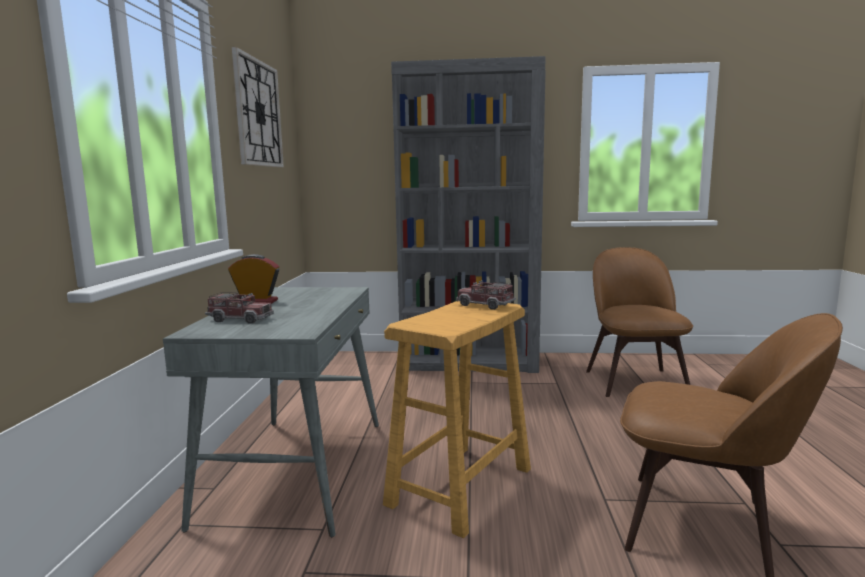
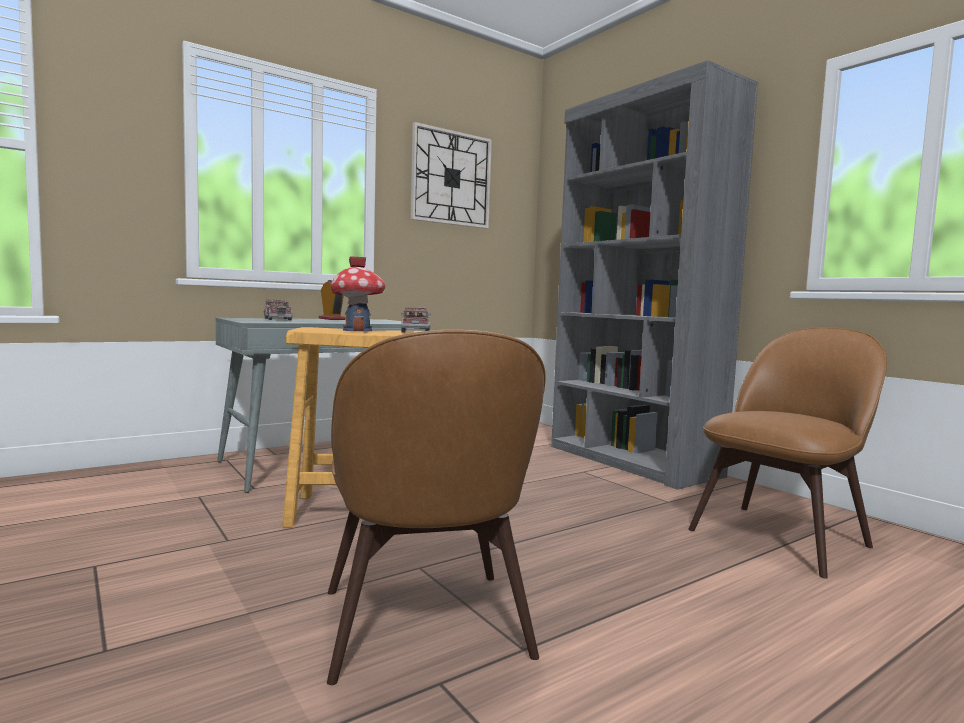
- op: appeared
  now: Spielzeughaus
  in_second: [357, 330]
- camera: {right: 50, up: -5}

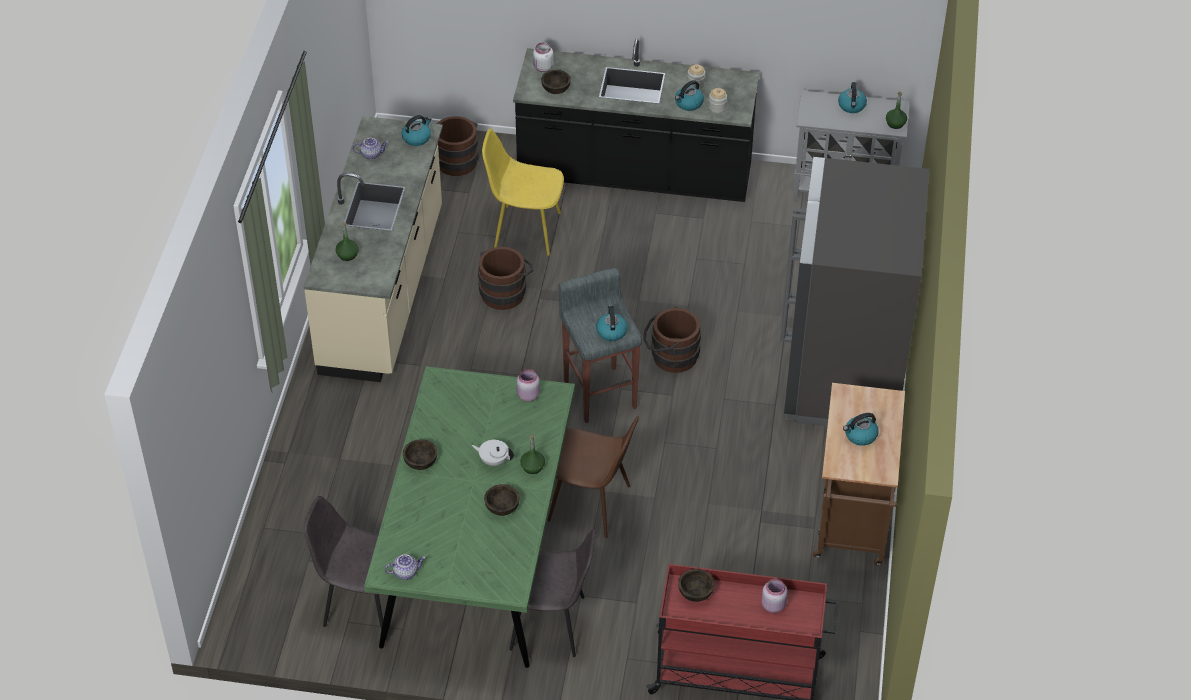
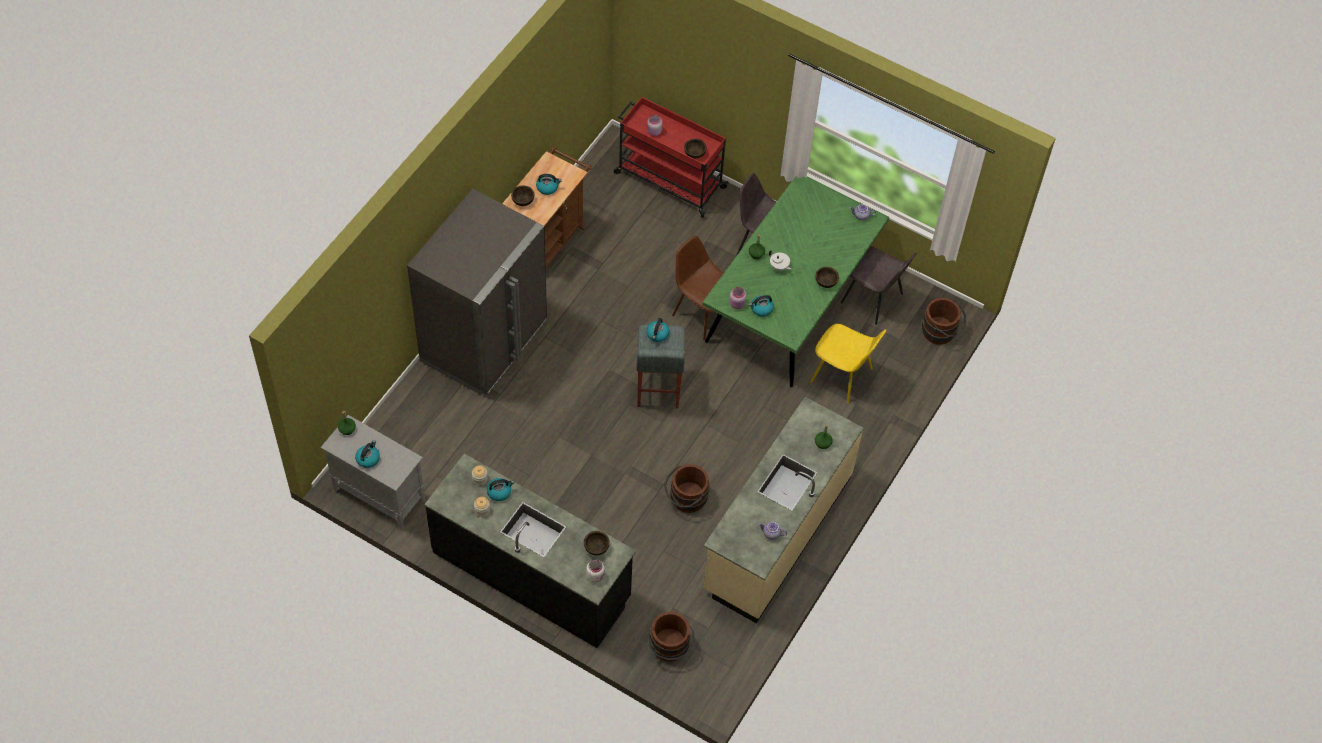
- op: relocated
  was: Schüssel (braun)
  in_first: [502, 507]
  in_second: [522, 201]
- op: relocated
  was: Wasserkessel
  in_first: [417, 138]
  in_second: [761, 309]
- op: relocated
  was: Stuhl (gelb)
  in_first: [525, 230]
  in_second: [843, 376]
- op: relocated
  was: Eimer (braun)
  in_first: [670, 356]
  in_second: [941, 332]
- camera: {right: -160, up: 10}

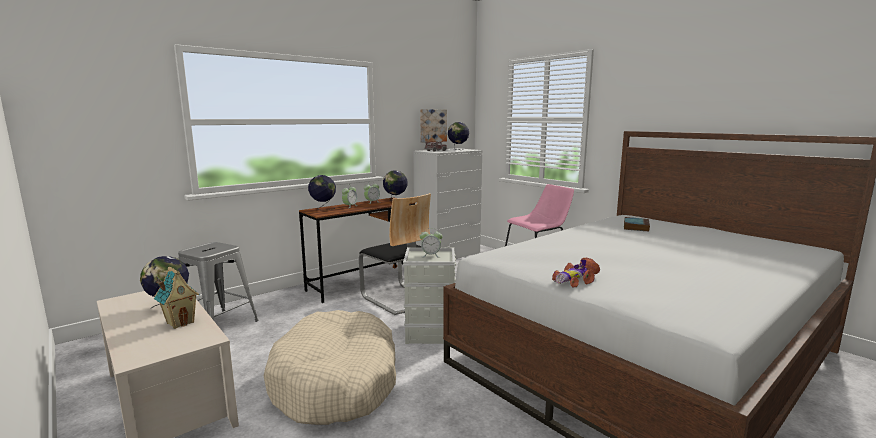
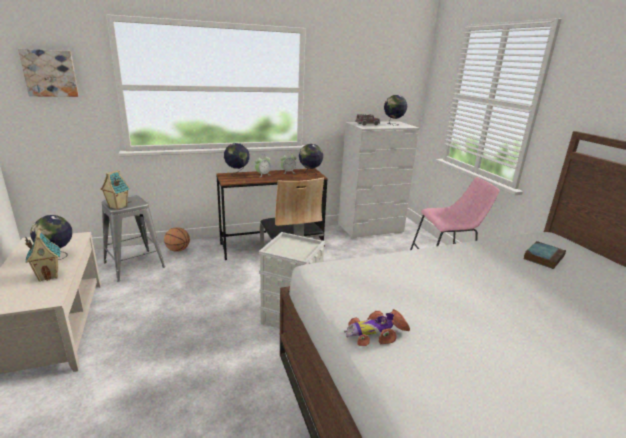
- op: relocated
  was: Bild
  in_first: [432, 125]
  in_second: [50, 73]
- op: appeared
  now: Spielzeughaus
  in_second: [117, 206]
- op: appeared
  now: Basketball
  in_second: [178, 250]
- op: missing
  was: Hundebett (beige)
  in_first: [336, 382]
- op: missing
  was: Wecker
  in_first: [431, 255]
- camera: {right: 20, up: 10}

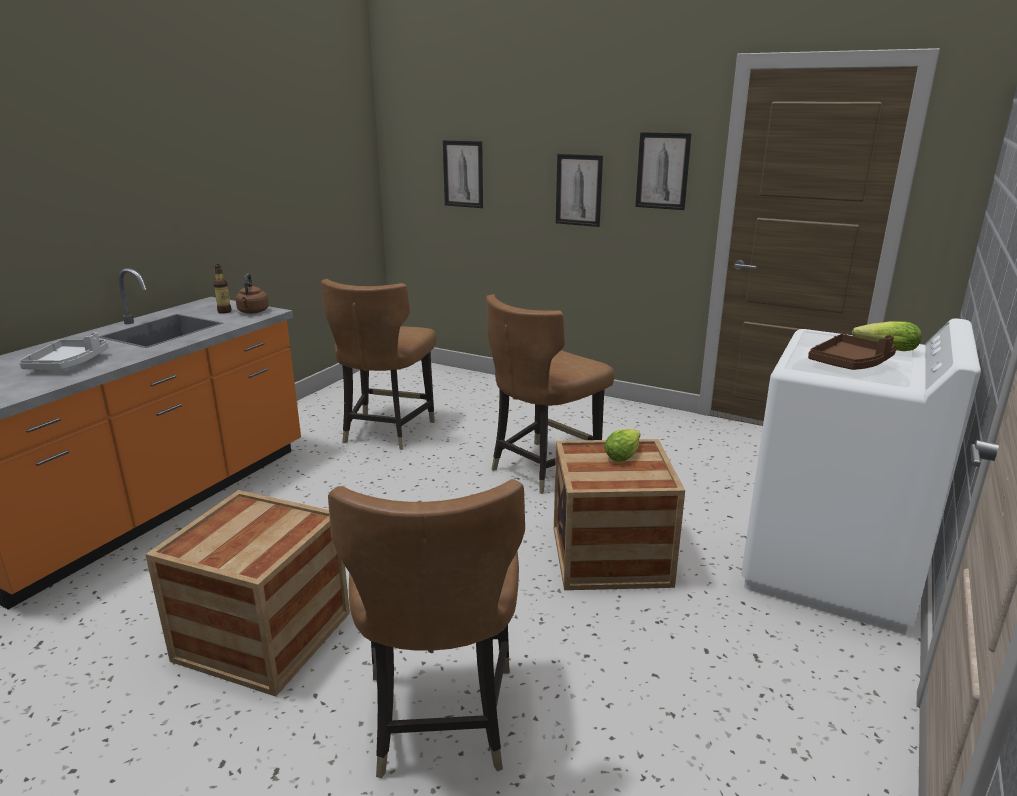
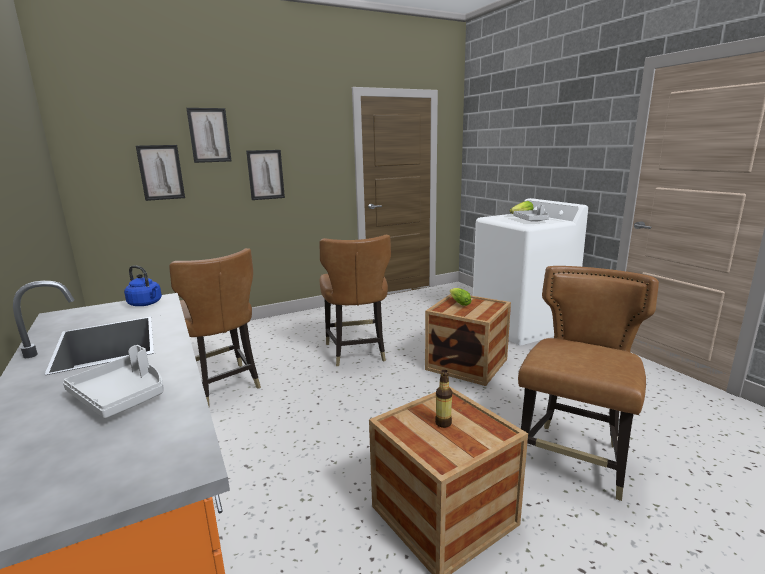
- op: colour
  was: Wasserkessel (braun)
  now: Wasserkessel (blau)
  in_first: [253, 312]
  in_second: [146, 304]
- op: relocated
  was: Bild
  in_first: [662, 171]
  in_second: [209, 135]
- op: relocated
  was: Flasche
  in_first: [224, 311]
  in_second: [443, 423]
- op: colour
  was: Tablett (braun)
  now: Tablett (grau)
  in_first: [850, 363]
  in_second: [532, 220]
- op: spun
  was: Stuhl (braun)
  in_first: [440, 718]
  in_second: [573, 459]
  clockwise: -90
- camera: {right: -55, up: -5}

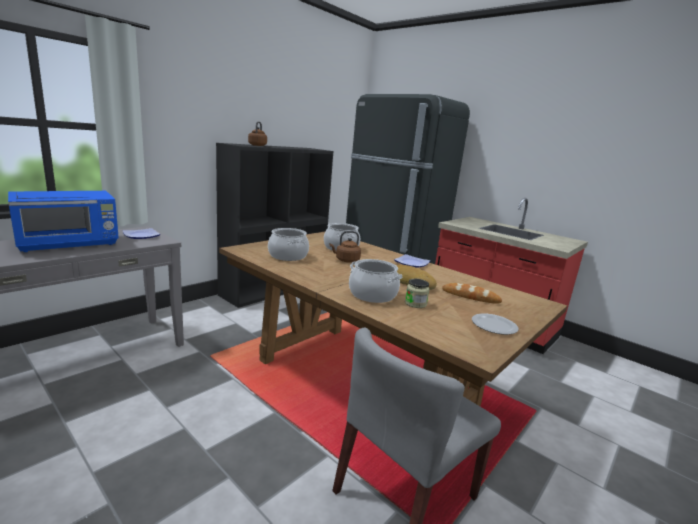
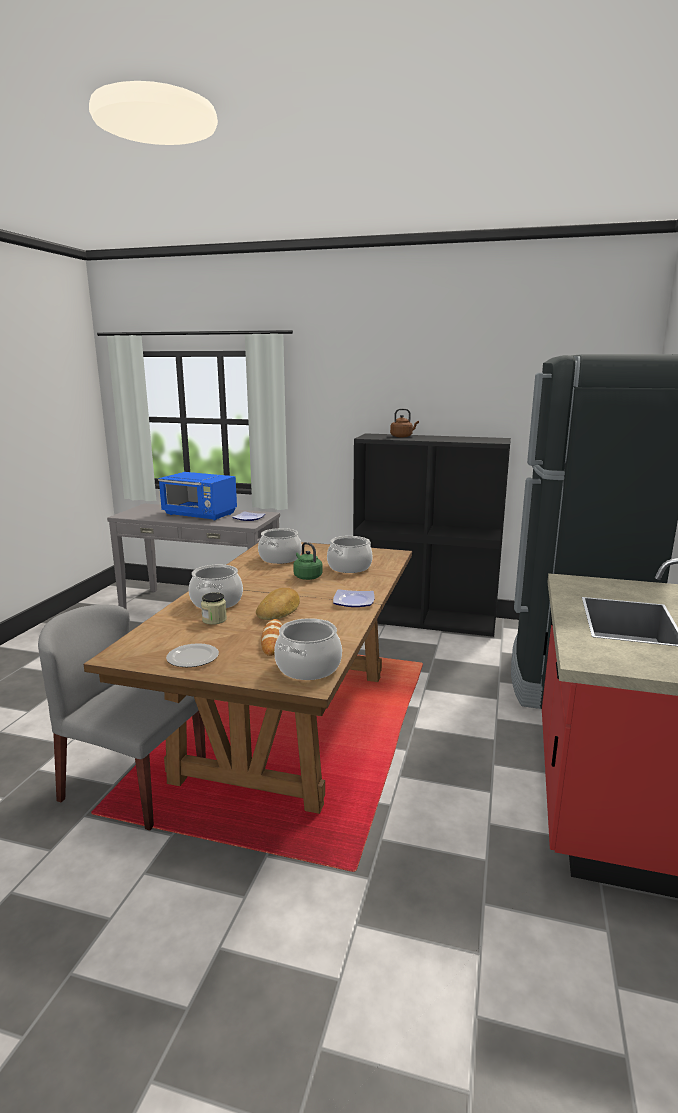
- op: appeared
  now: Kochtopf
  in_second: [308, 667]
- op: colour
  was: Wasserkessel (braun)
  now: Wasserkessel (grün)
  in_first: [346, 260]
  in_second: [307, 576]
- camera: {right: 65, up: 0}

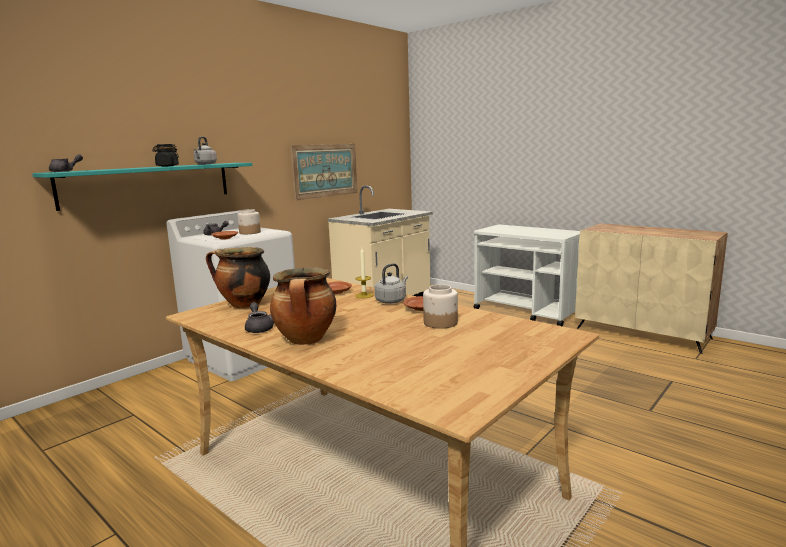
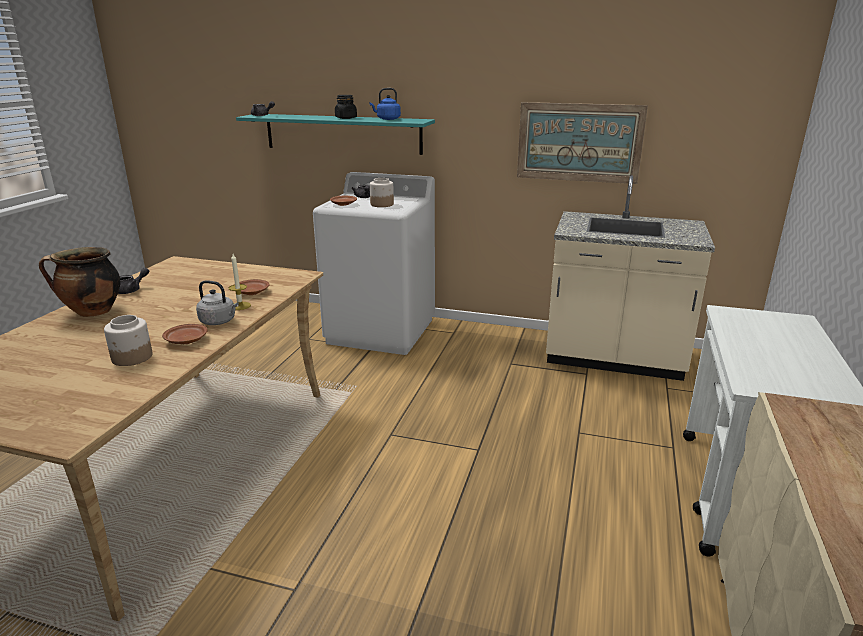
- op: colour
  was: Wasserkessel (grau)
  now: Wasserkessel (blau)
  in_first: [205, 164]
  in_second: [387, 119]
- op: missing
  was: Kochtopf
  in_first: [243, 305]
- camera: {right: 65, up: 10}

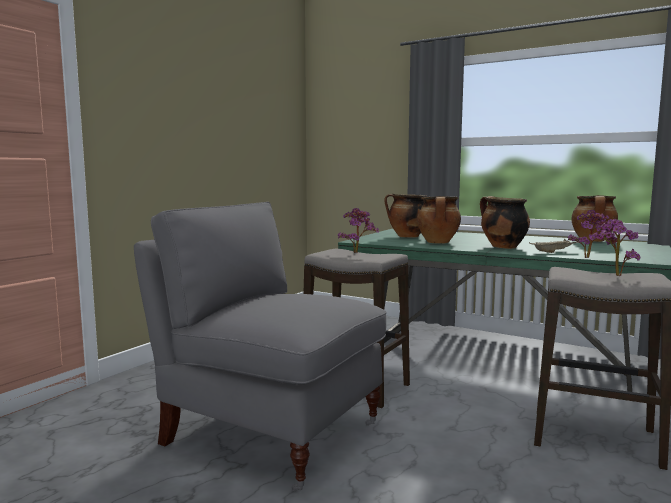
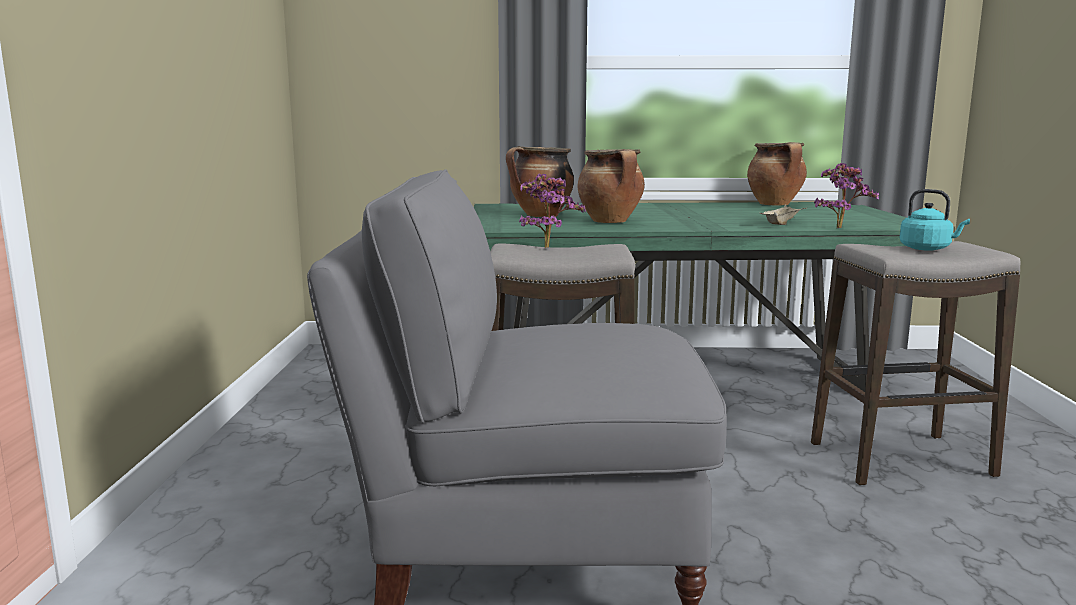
- op: exchanged
  was: Topfpflanze
  now: Wasserkessel (türkis)
  in_first: [613, 275]
  in_second: [927, 248]
- op: missing
  was: Kochtopf
  in_first: [502, 247]
- camera: {right: -30, up: 5}

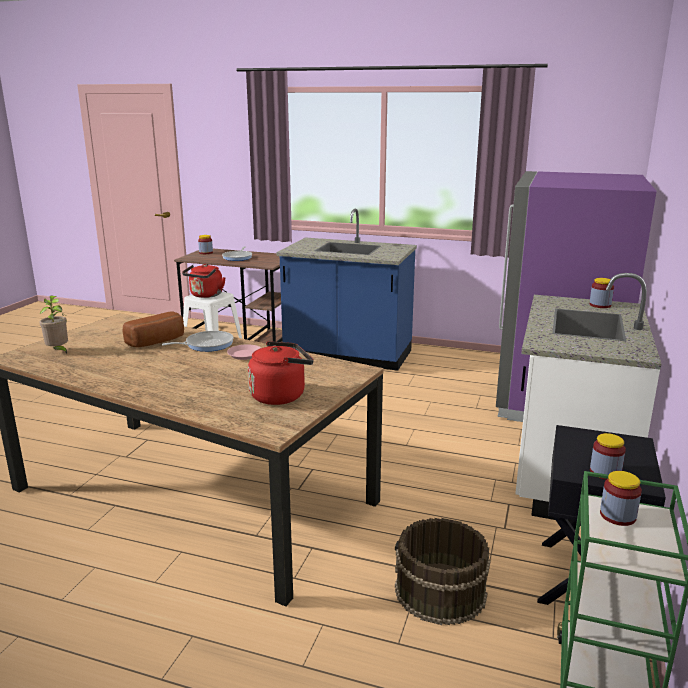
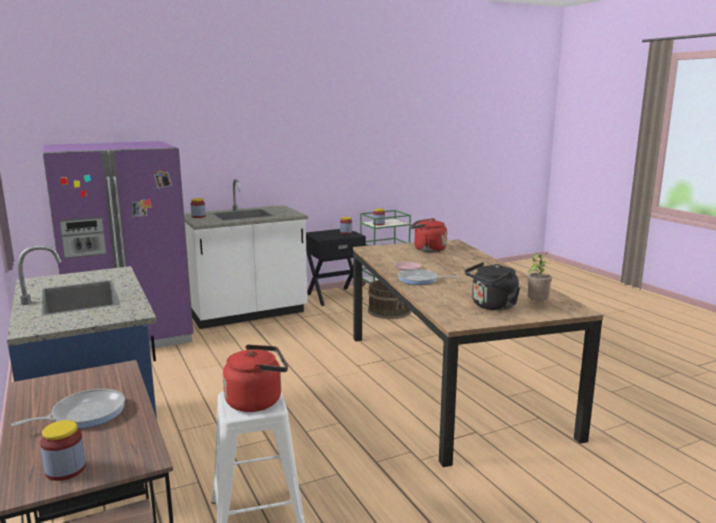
- op: appeared
  now: Wasserkessel (schwarz)
  in_second: [492, 306]
- op: missing
  was: Brot
  in_first: [158, 342]
- camera: {right: -135, up: -5}

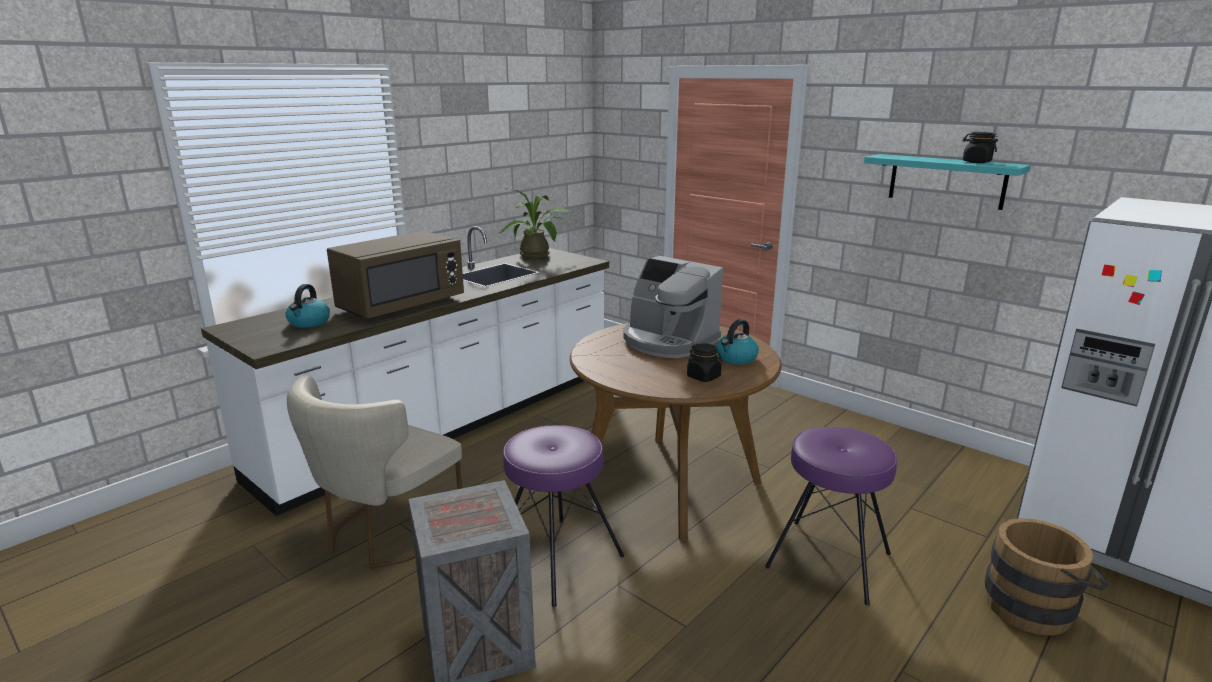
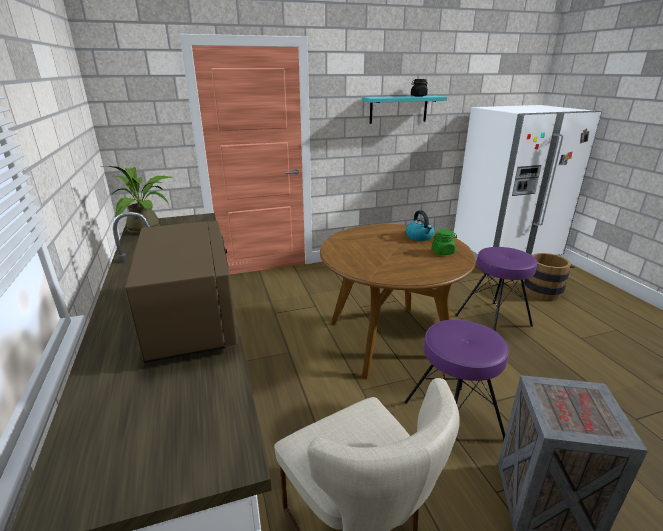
- op: colour
  was: Vorratsglas (schwarz)
  now: Vorratsglas (grün)
  in_first: [704, 377]
  in_second: [443, 252]
- op: missing
  was: Wasserkessel
  in_first: [309, 322]
- op: missing
  was: Kaffeemaschine
  in_first: [668, 341]
- camera: {right: -60, up: 5}

